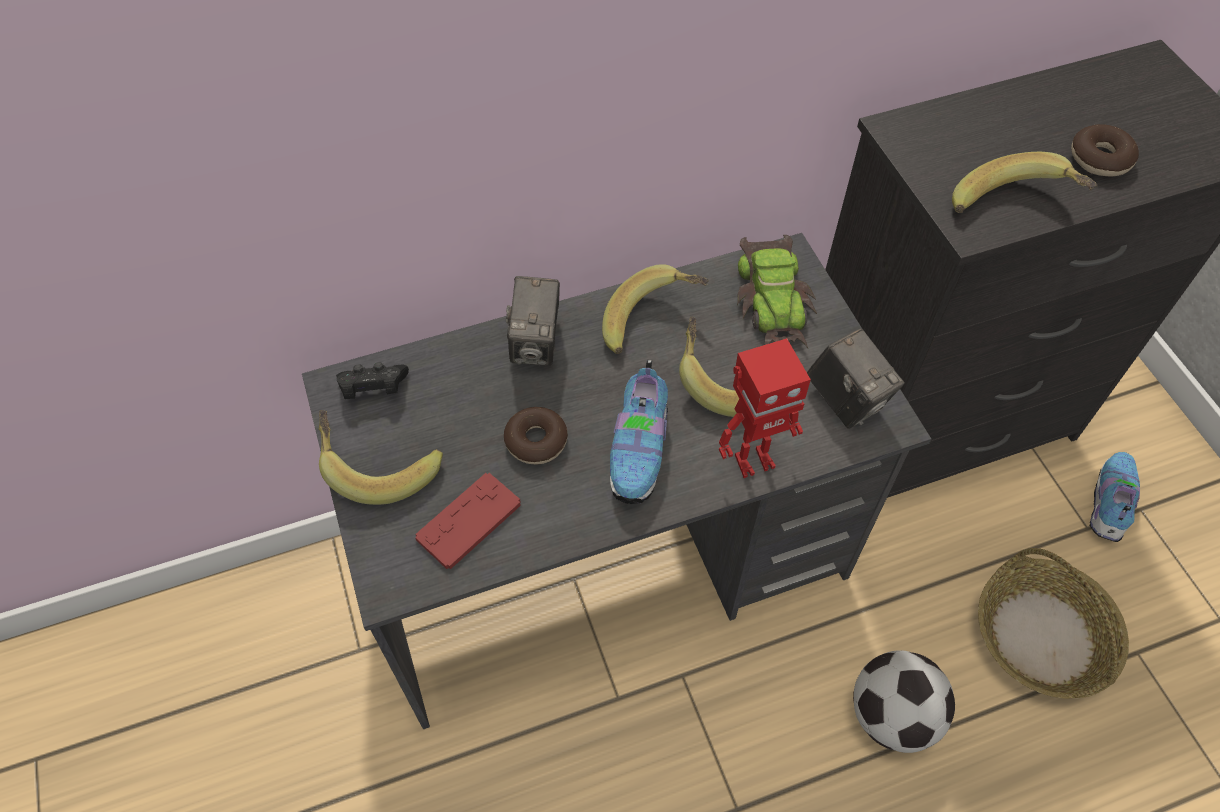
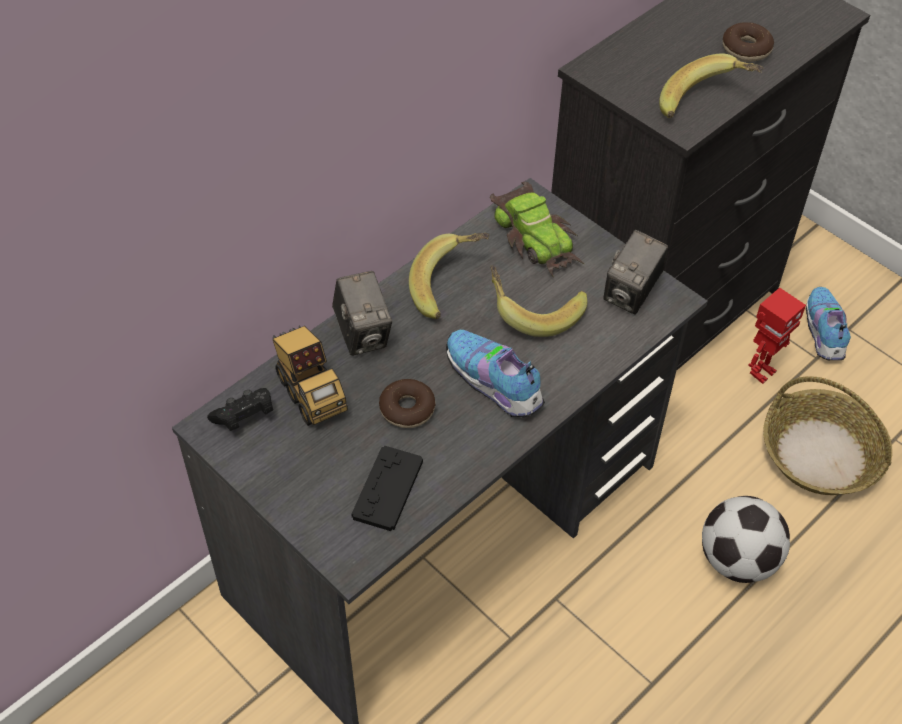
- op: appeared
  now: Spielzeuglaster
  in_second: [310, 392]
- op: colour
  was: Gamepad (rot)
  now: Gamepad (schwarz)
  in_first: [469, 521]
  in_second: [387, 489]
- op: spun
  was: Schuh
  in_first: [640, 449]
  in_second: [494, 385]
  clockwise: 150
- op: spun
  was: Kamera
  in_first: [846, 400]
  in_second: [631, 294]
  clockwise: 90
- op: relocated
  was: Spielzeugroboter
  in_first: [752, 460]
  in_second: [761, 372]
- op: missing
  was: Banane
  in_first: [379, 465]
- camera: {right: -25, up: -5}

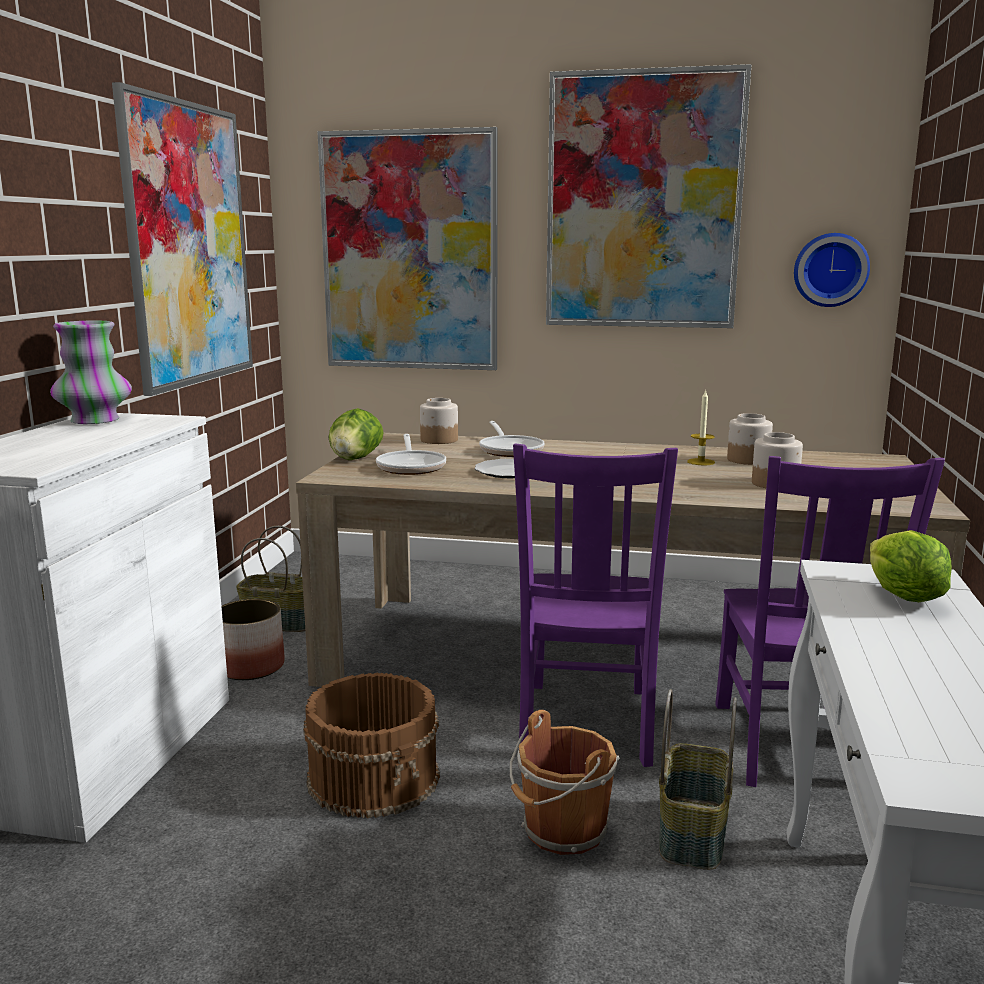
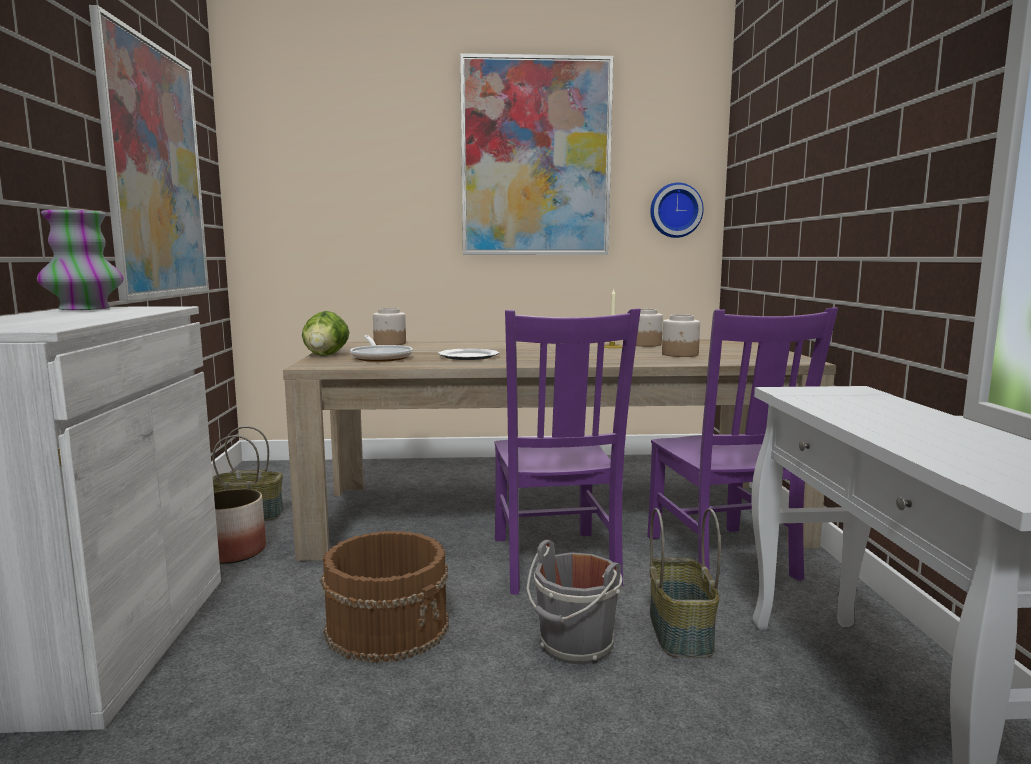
- op: colour
  was: Eimer (braun)
  now: Eimer (grau)
  in_first: [562, 831]
  in_second: [574, 646]
- op: missing
  was: Bild
  in_first: [409, 252]
- op: missing
  was: Pfanne
  in_first: [510, 450]
- op: missing
  was: Salatkopf
  in_first: [902, 597]
- camera: {right: -15, up: -5}

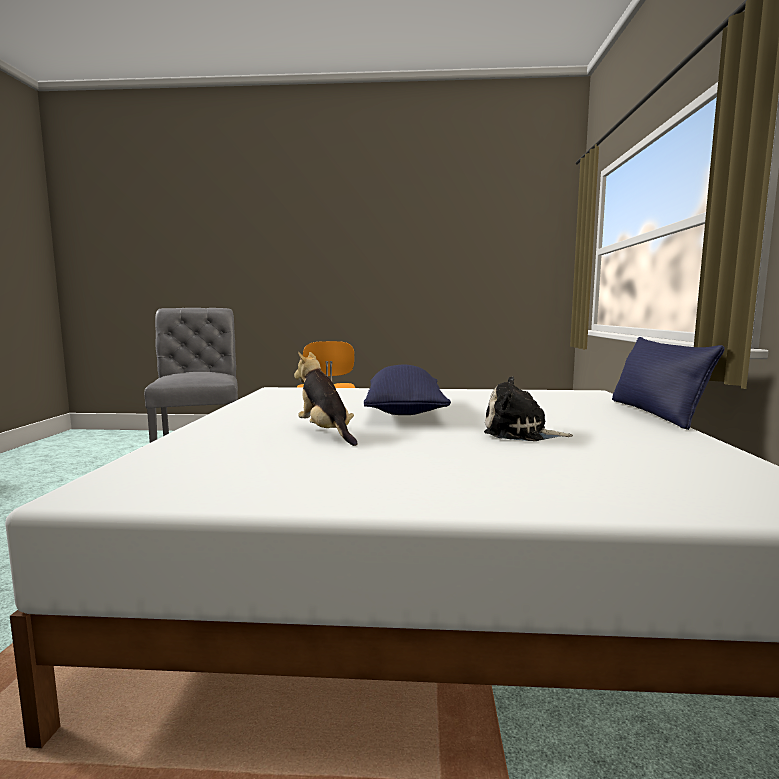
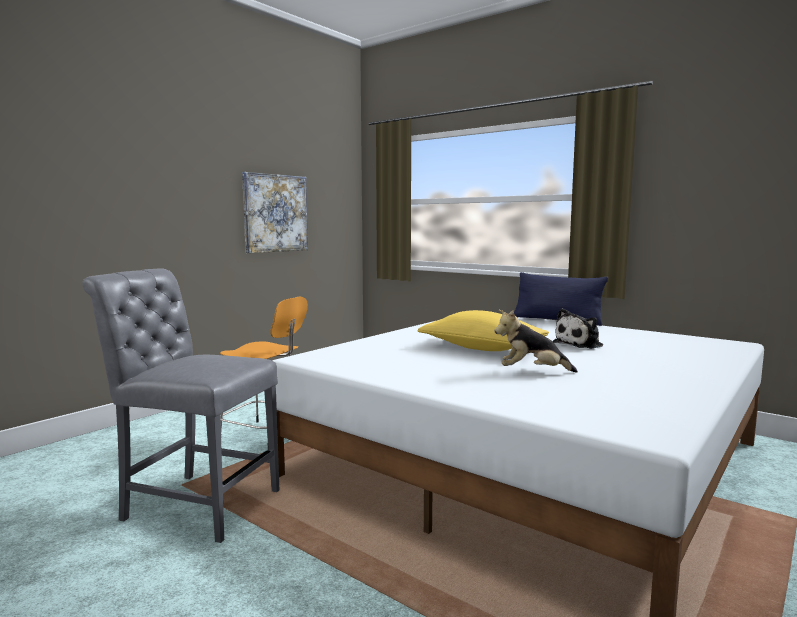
- op: appeared
  now: Bild
  in_second: [275, 213]
- op: colour
  was: Kissen (blau)
  now: Kissen (gelb)
  in_first: [405, 411]
  in_second: [482, 348]
- camera: {right: -55, up: 0}

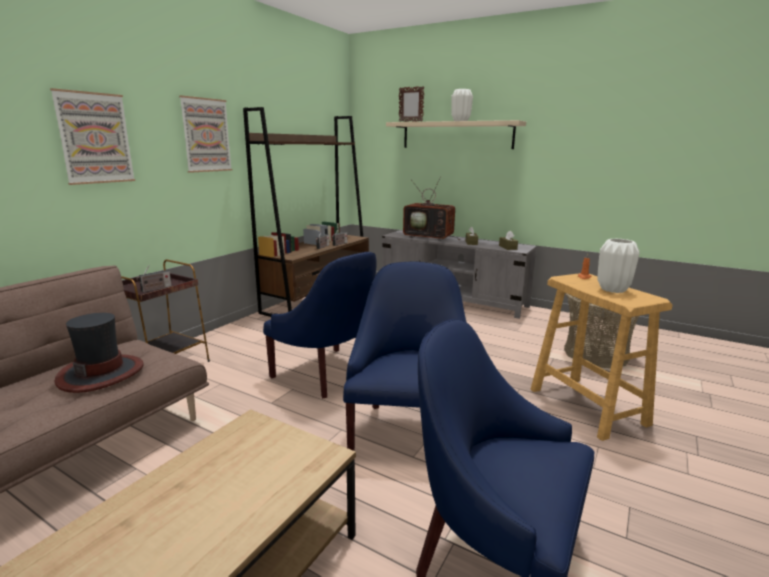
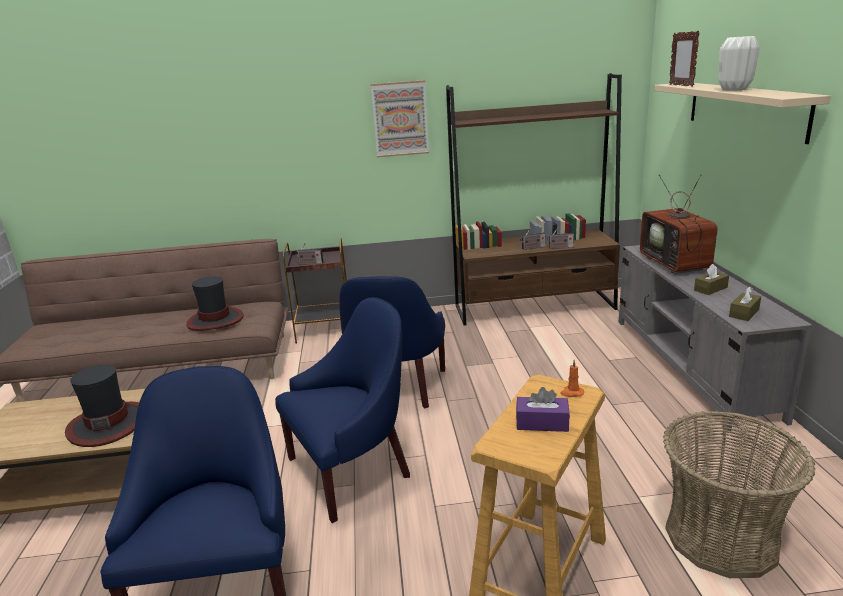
- op: appeared
  now: Hut
  in_second: [108, 424]
- op: exchanged
  was: Vase (weiß)
  now: Taschentuchbox (lila)
  in_first: [612, 289]
  in_second: [542, 423]
- op: missing
  was: Bild
  in_first: [95, 138]
- camera: {right: 55, up: 5}

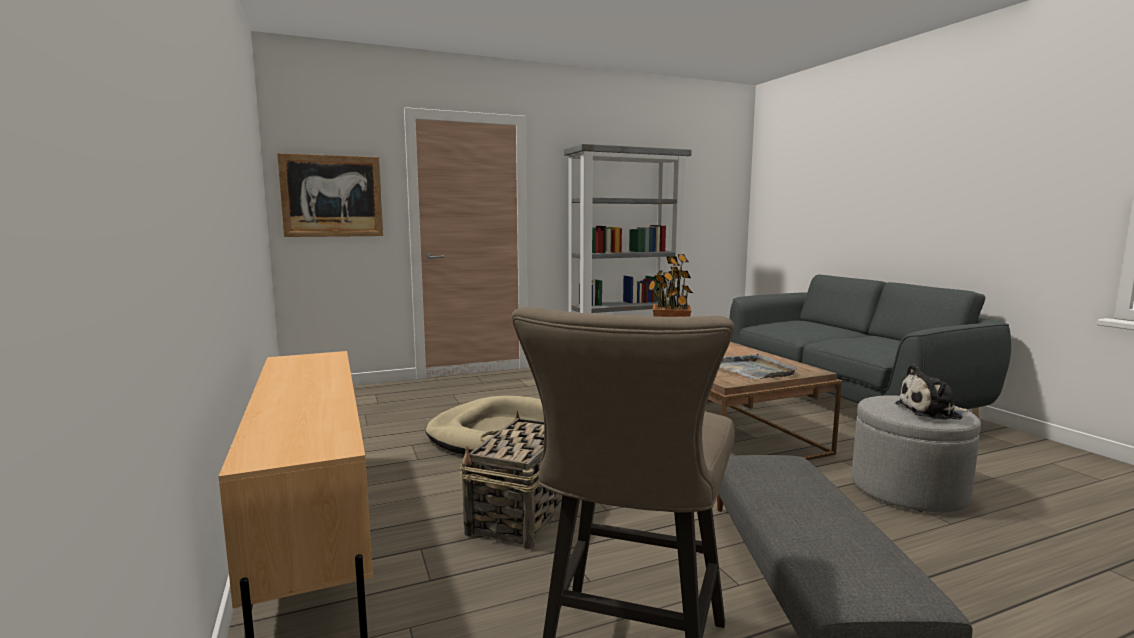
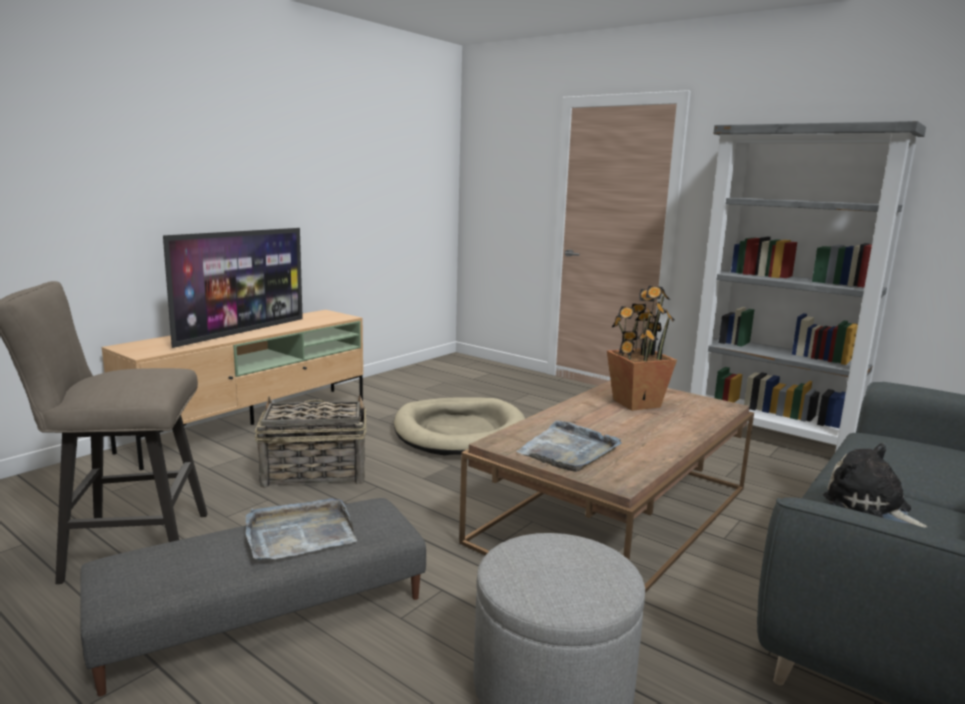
- op: appeared
  now: Fernseher
  in_second: [242, 332]
- op: appeared
  now: Tablett (grau)
  in_second: [299, 533]
- op: relocated
  was: Plüschtier
  in_first: [932, 412]
  in_second: [870, 507]
- op: missing
  was: Bild
  in_first: [332, 196]
- camera: {right: 60, up: 5}

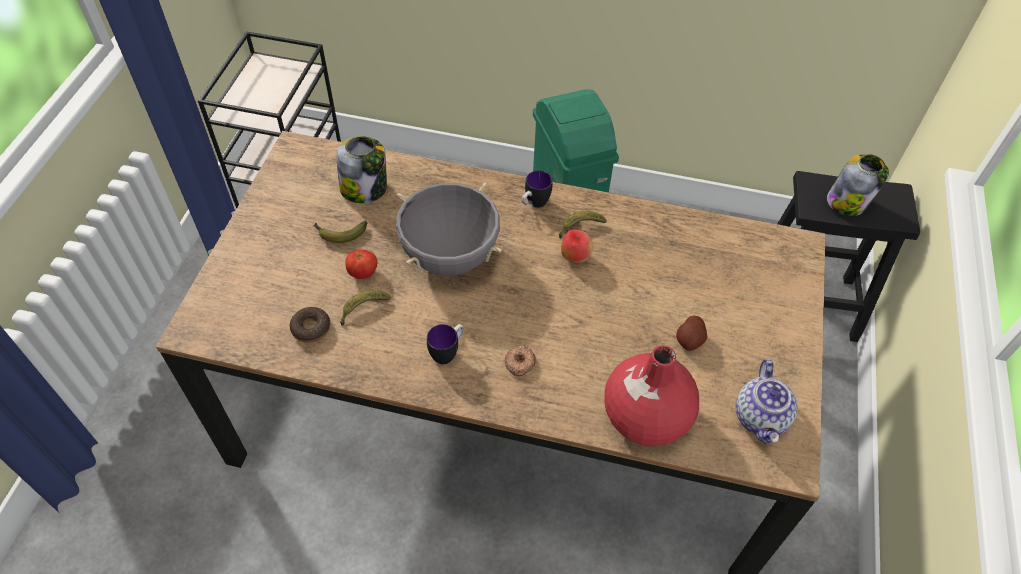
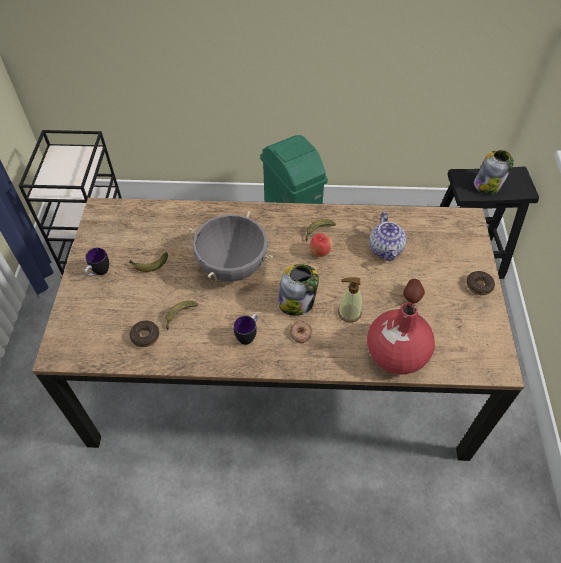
- op: relocated
  was: Henkelbecher
  in_first: [534, 204]
  in_second: [99, 273]
- op: relocated
  was: Vorratsglas
  in_first: [365, 188]
  in_second: [297, 302]
- op: appeared
  now: Seifenspender
  in_second: [349, 313]
- op: relocated
  was: Teekanne
  in_first: [761, 418]
  in_second: [386, 249]
- op: appeared
  now: Donut
  in_second: [479, 285]
- op: missing
  was: Tomate
  in_first: [363, 273]
- camera: {right: -10, up: 0}

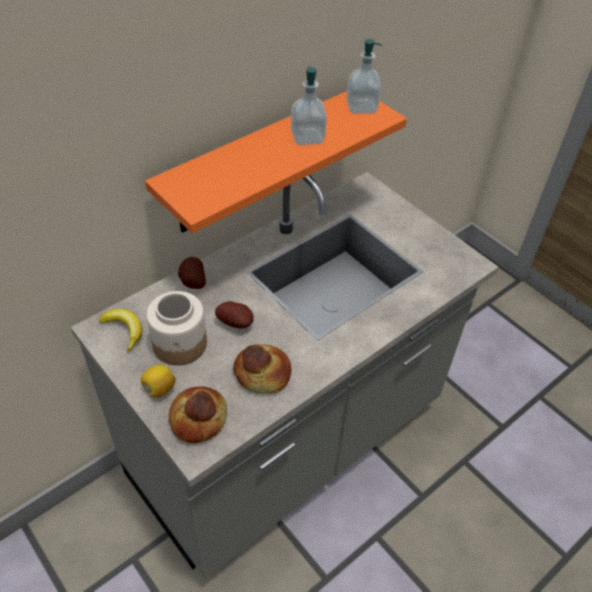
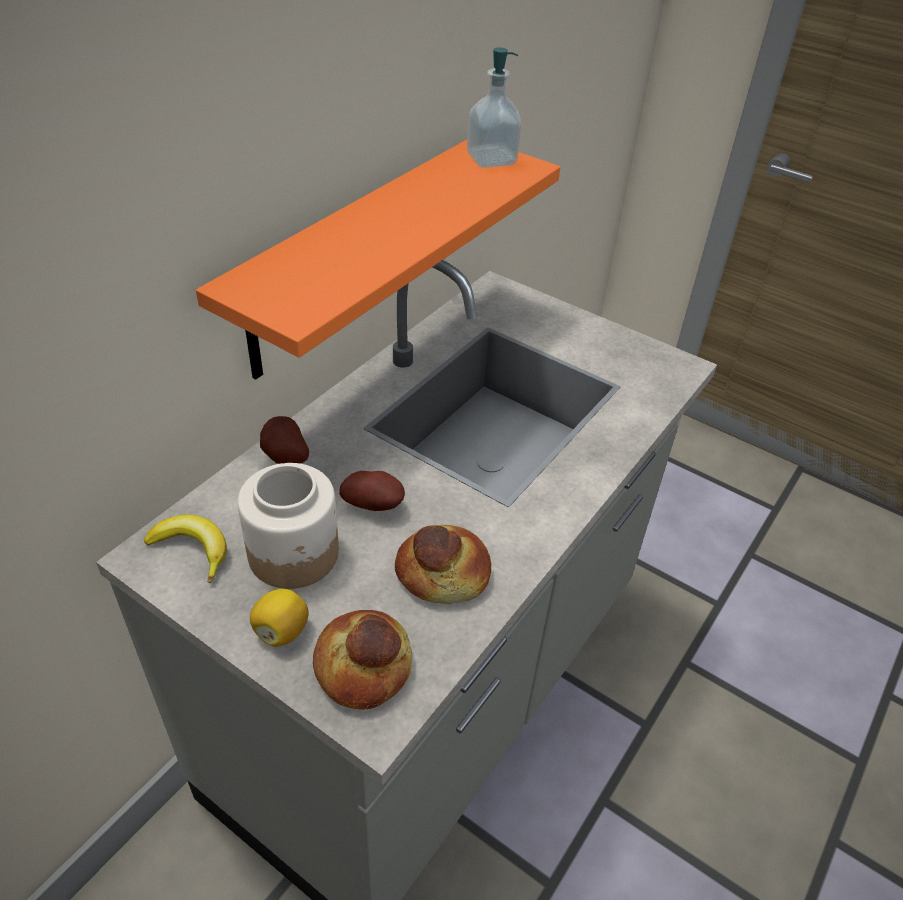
- op: missing
  was: Seifenspender
  in_first: [307, 137]
- camera: {right: -15, up: -5}

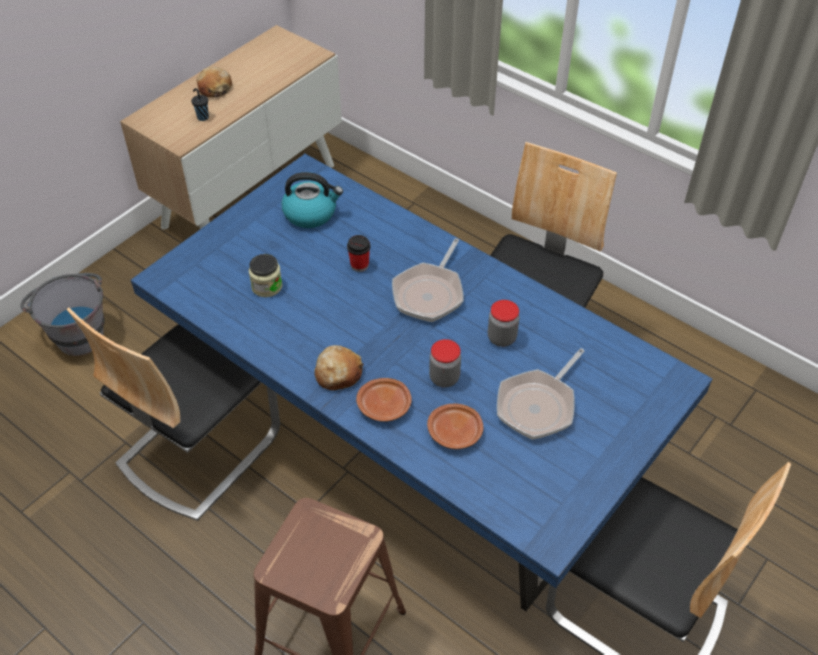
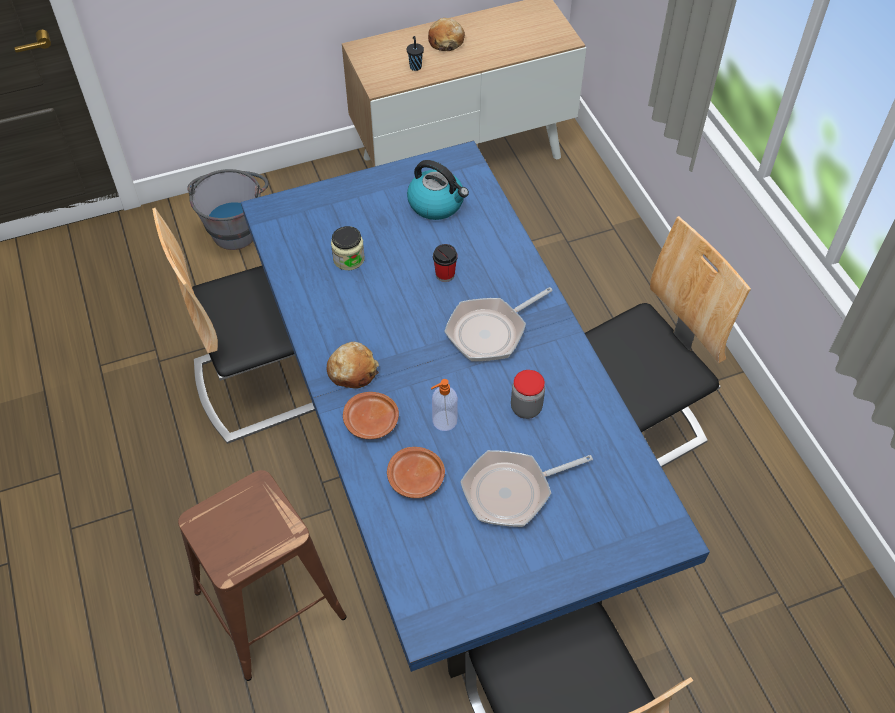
- op: exchanged
  was: Vorratsglas
  now: Seifenspender
  in_first: [444, 378]
  in_second: [443, 421]
- camera: {right: 30, up: 5}

